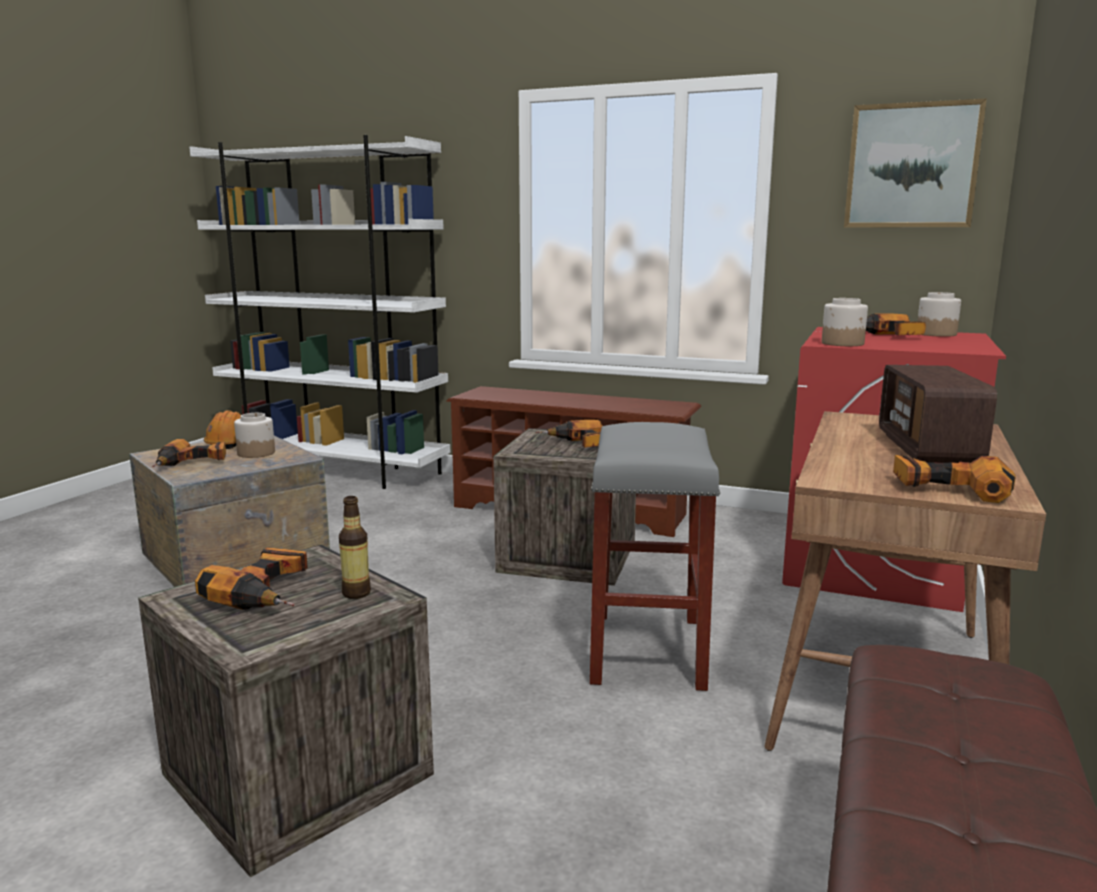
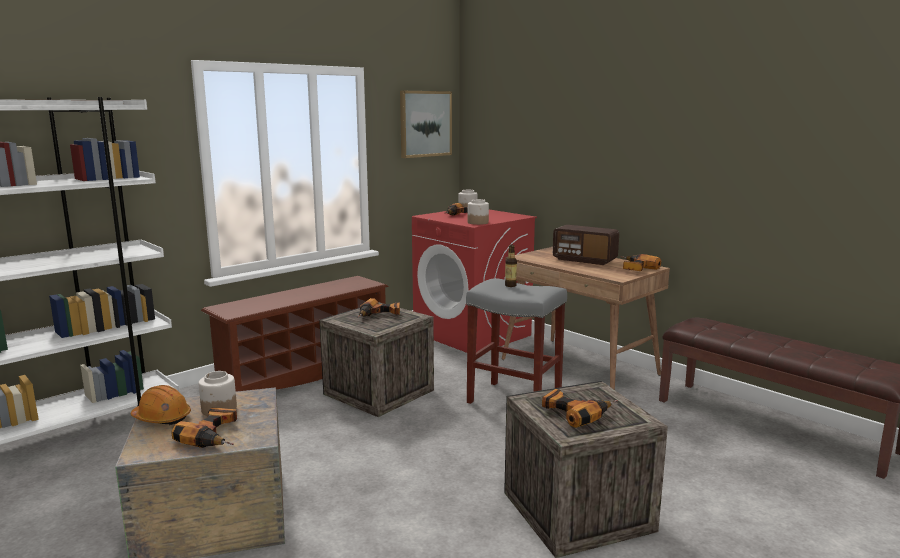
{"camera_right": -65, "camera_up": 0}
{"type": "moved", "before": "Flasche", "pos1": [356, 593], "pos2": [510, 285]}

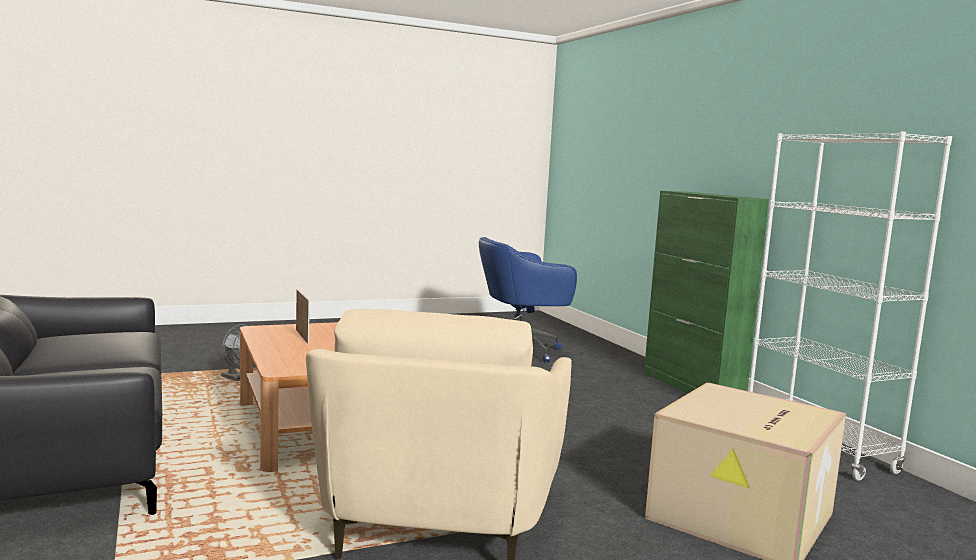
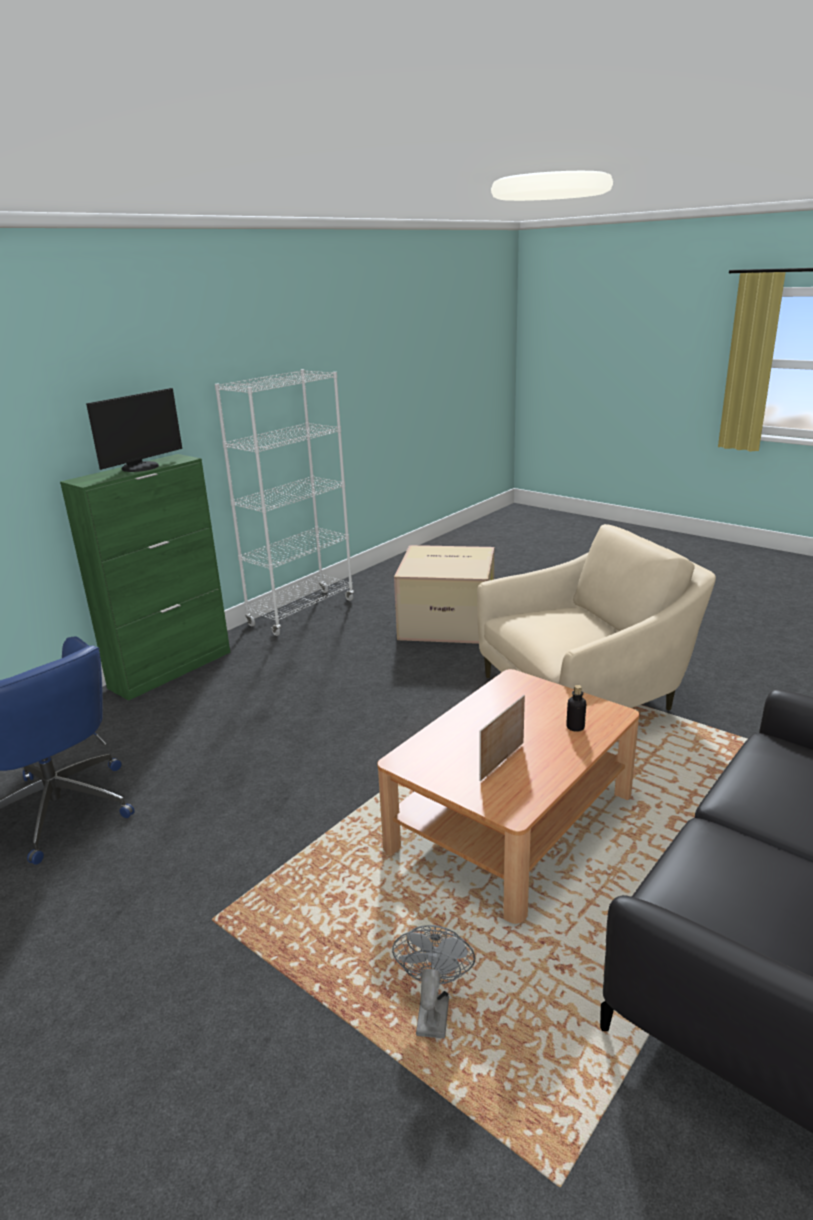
{"camera_right": -115, "camera_up": 15}
{"type": "added", "after": "Monitor", "pos2": [141, 467]}
{"type": "added", "after": "Flasche", "pos2": [575, 727]}

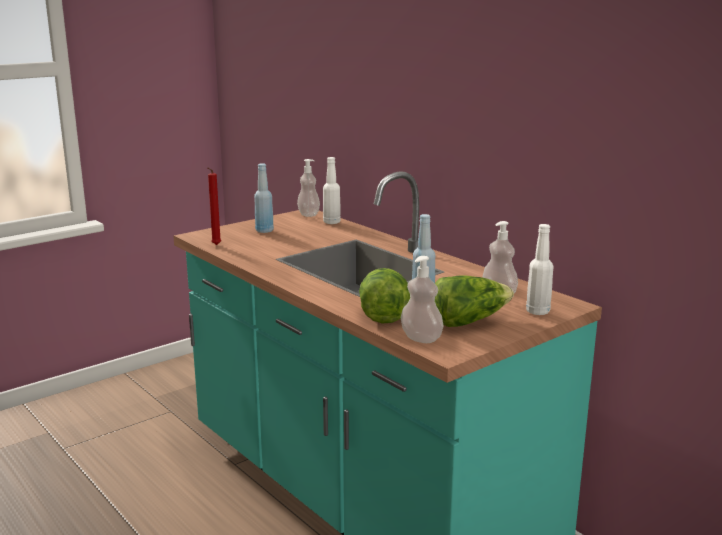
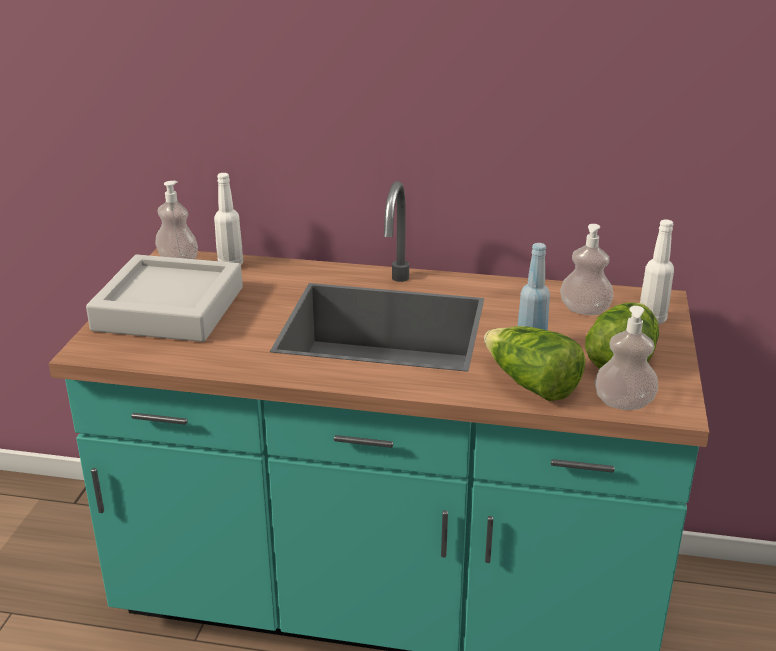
{"camera_right": -40, "camera_up": 10}
{"type": "replaced", "before": "Flasche [blau]", "after": "Tablett [grau]", "pos1": [264, 231], "pos2": [169, 309]}
{"type": "removed", "before": "Kerze [rot]", "pos1": [215, 245]}

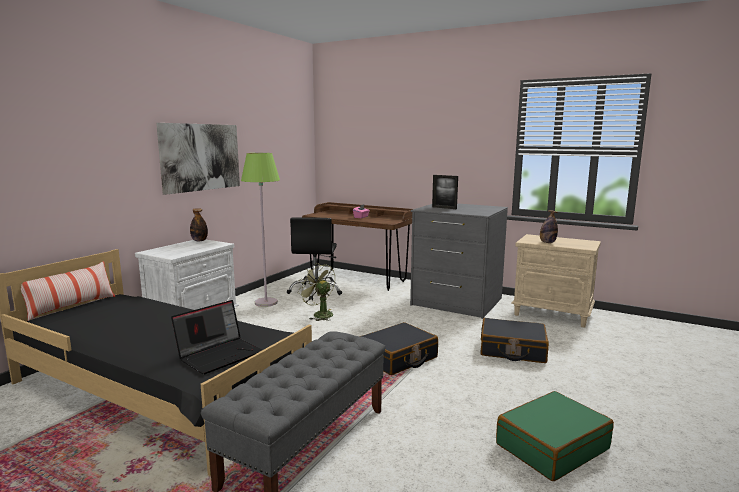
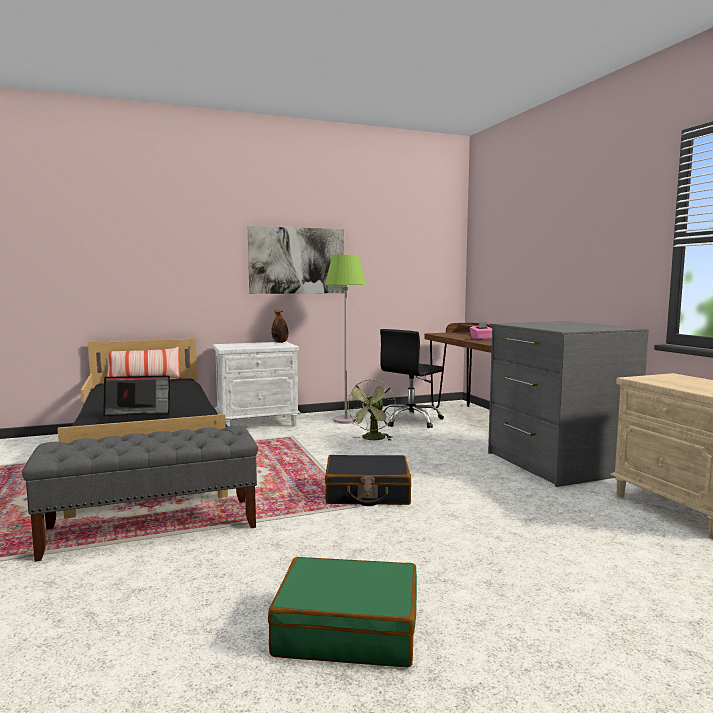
{"camera_right": 40, "camera_up": -5}
{"type": "turned", "before": "Ventilator [grün]", "pos1": [319, 314], "pos2": [372, 439], "turn": -150}
{"type": "removed", "before": "Bilderrahmen", "pos1": [444, 208]}
{"type": "removed", "before": "Koffer [schwarz]", "pos1": [512, 350]}
{"type": "removed", "before": "Flasche", "pos1": [547, 242]}

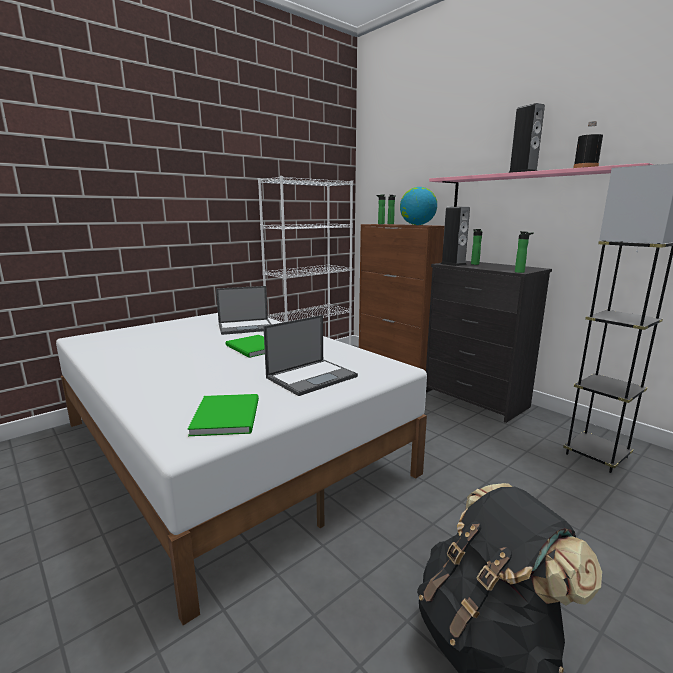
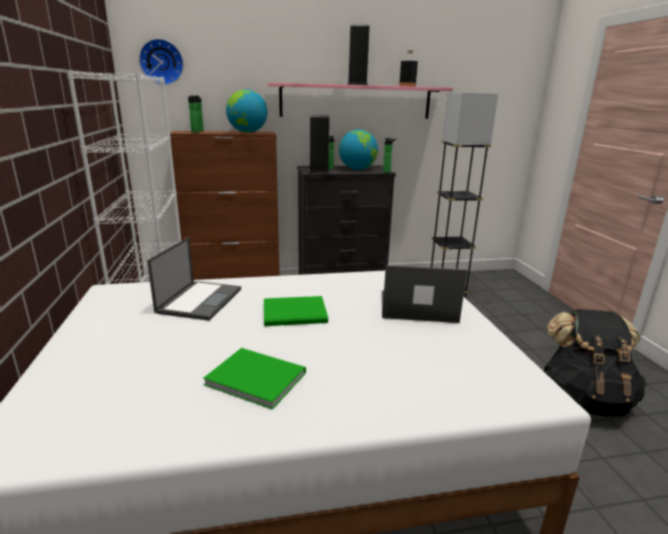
{"camera_right": -60, "camera_up": 5}
{"type": "added", "after": "Wanduhr", "pos2": [162, 62]}
{"type": "moved", "before": "Buch [grün]", "pos1": [229, 415], "pos2": [255, 377]}
{"type": "added", "after": "Globus", "pos2": [357, 169]}
{"type": "turned", "before": "Laptop", "pos1": [312, 377], "pos2": [416, 307], "turn": -75}

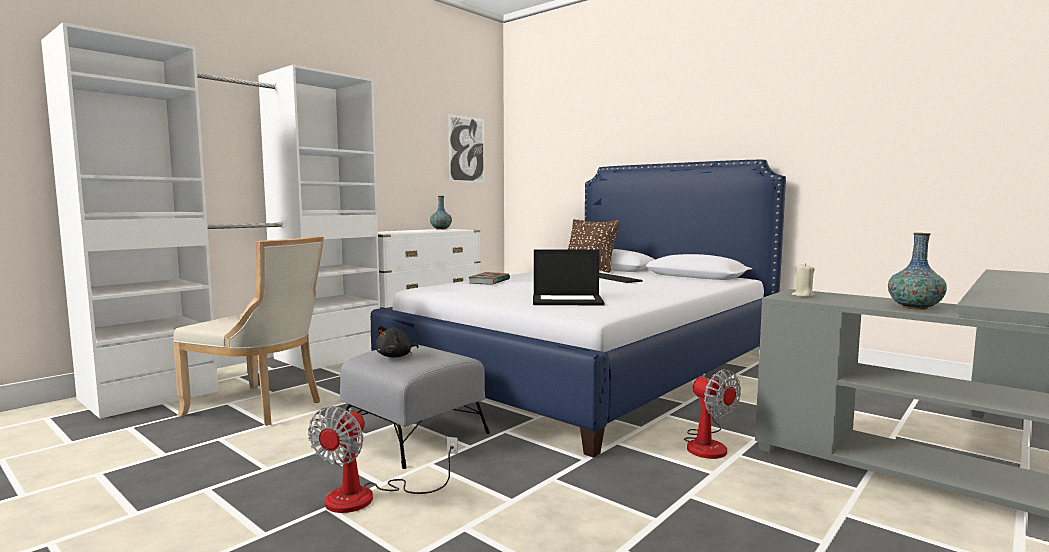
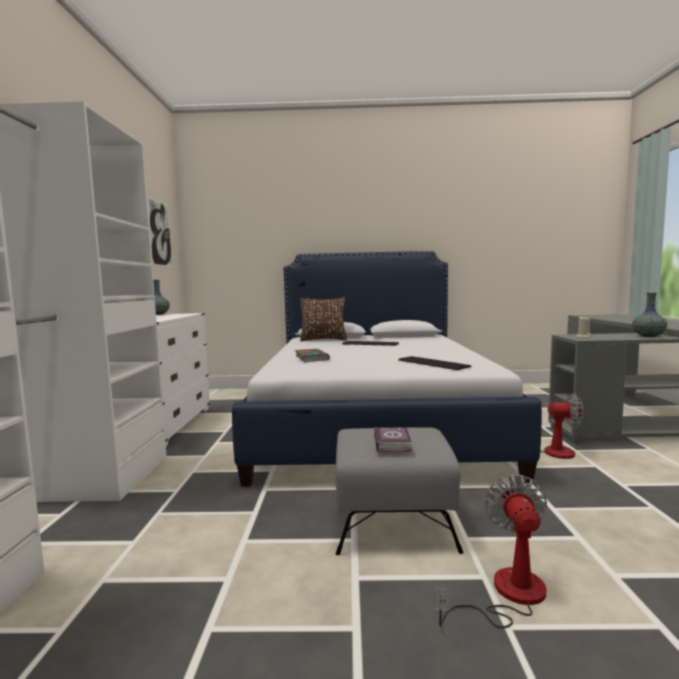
{"camera_right": -40, "camera_up": 0}
{"type": "replaced", "before": "Plüschtier [schwarz]", "after": "Buch", "pos1": [396, 356], "pos2": [392, 443]}
{"type": "replaced", "before": "Laptop", "after": "Tastatur", "pos1": [568, 300], "pos2": [433, 363]}
{"type": "turned", "before": "Ventilator", "pos1": [368, 497], "pos2": [507, 595], "turn": -150}
{"type": "removed", "before": "Stuhl [beige]", "pos1": [260, 407]}

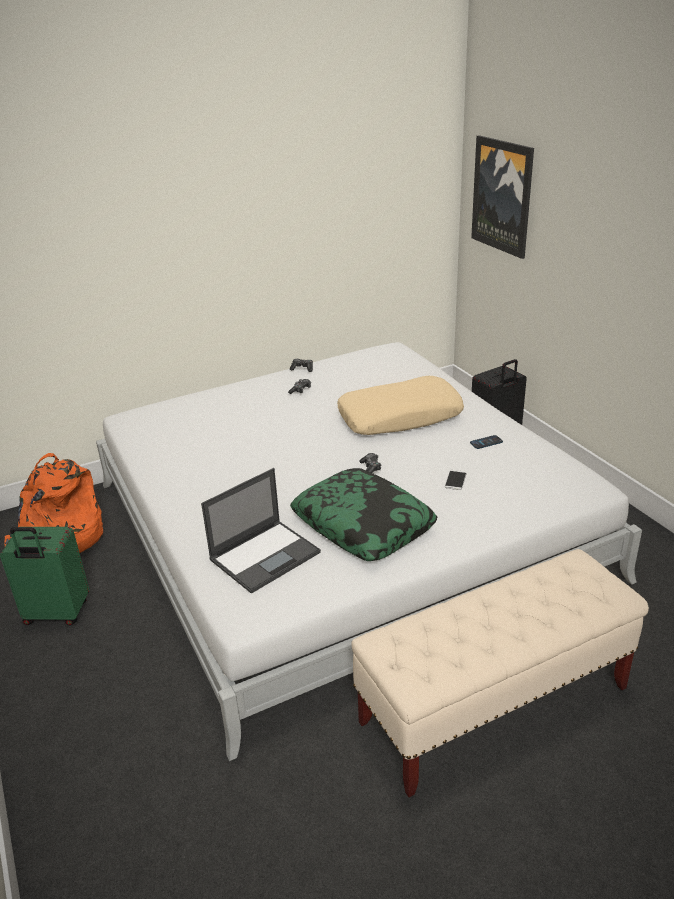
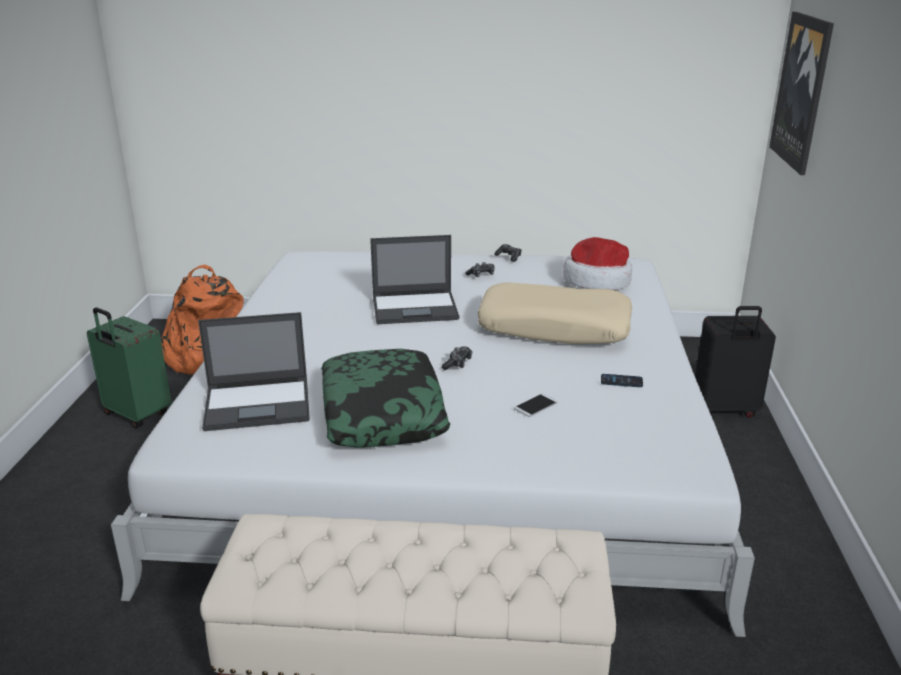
{"camera_right": 30, "camera_up": -5}
{"type": "added", "after": "Laptop", "pos2": [416, 308]}
{"type": "added", "after": "Hut", "pos2": [597, 281]}

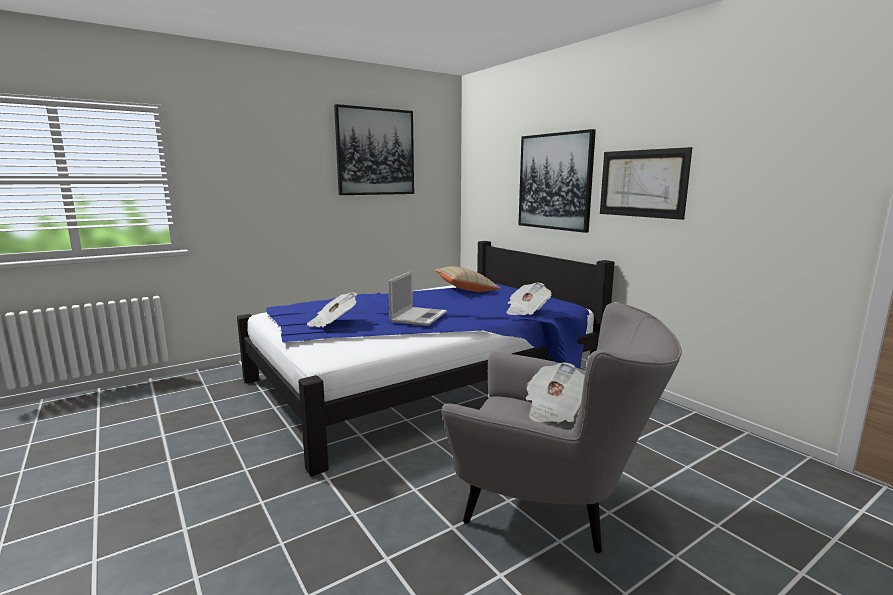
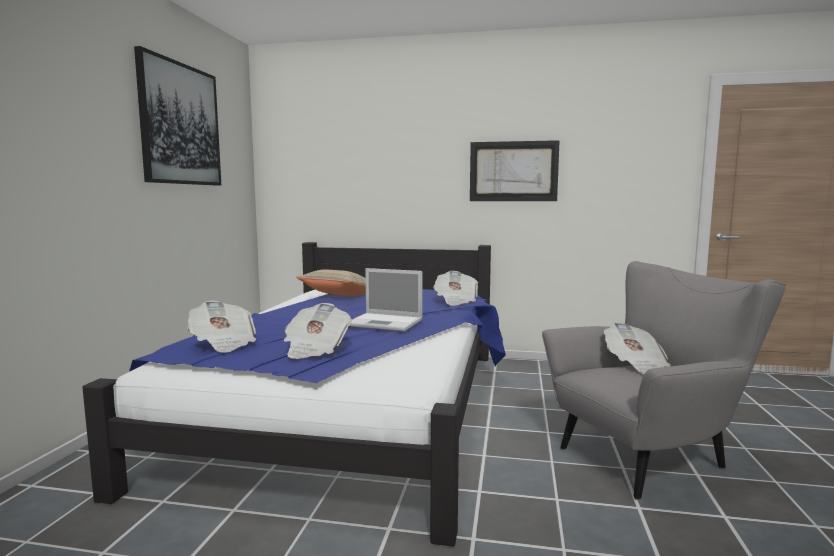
{"camera_right": -45, "camera_up": -5}
{"type": "added", "after": "Zeitung", "pos2": [223, 343]}
{"type": "turned", "before": "Laptop", "pos1": [419, 316], "pos2": [386, 322], "turn": 135}
{"type": "removed", "before": "Bild", "pos1": [554, 181]}

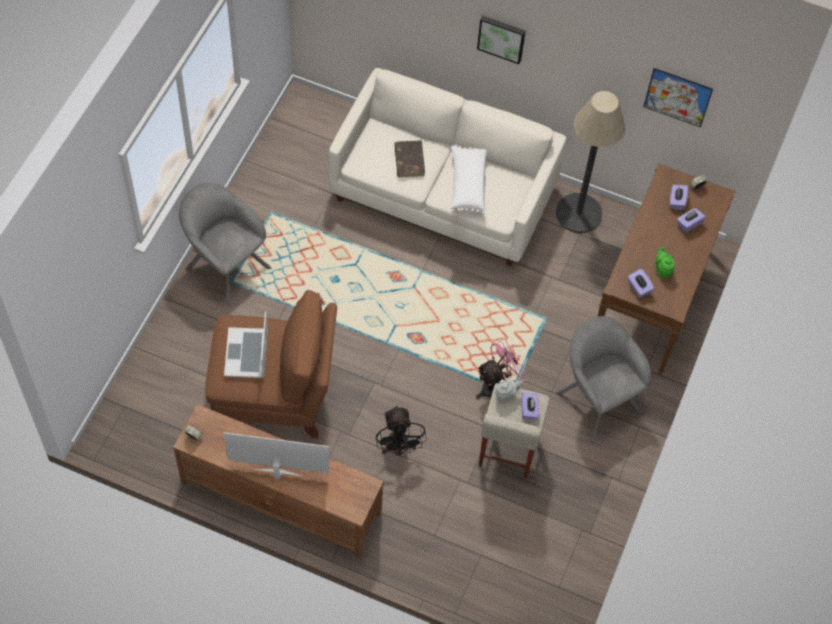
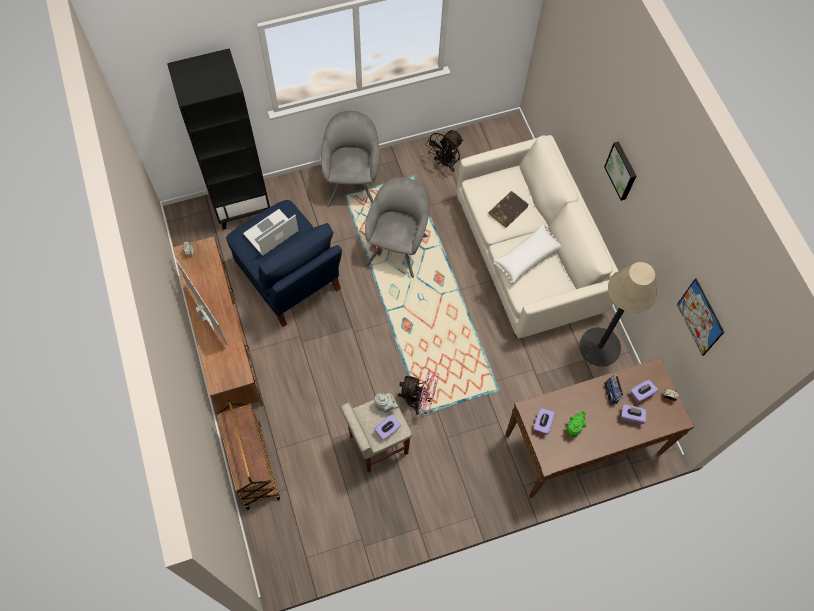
{"camera_right": 50, "camera_up": 5}
{"type": "added", "after": "Bücherregal [schwarz]", "pos2": [242, 206]}
{"type": "added", "after": "Rollwagen [braun]", "pos2": [252, 465]}
{"type": "recoloured", "before": "Sessel [braun]", "after": "Sessel [blau]", "pos1": [274, 395], "pos2": [290, 280]}
{"type": "moved", "before": "Sessel [grau]", "pos1": [596, 398], "pos2": [398, 246]}
{"type": "moved", "before": "Ventilator [schwarz]", "pos1": [398, 447], "pos2": [445, 163]}
{"type": "added", "after": "Radio", "pos2": [612, 392]}

